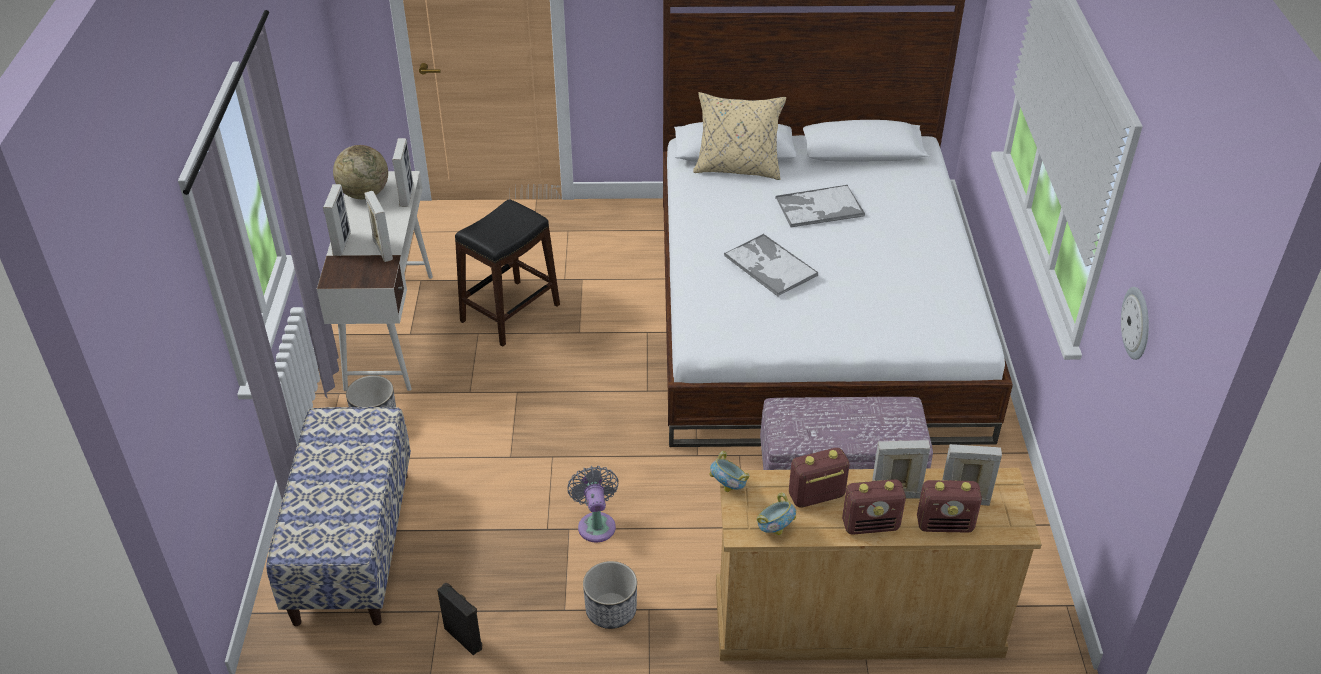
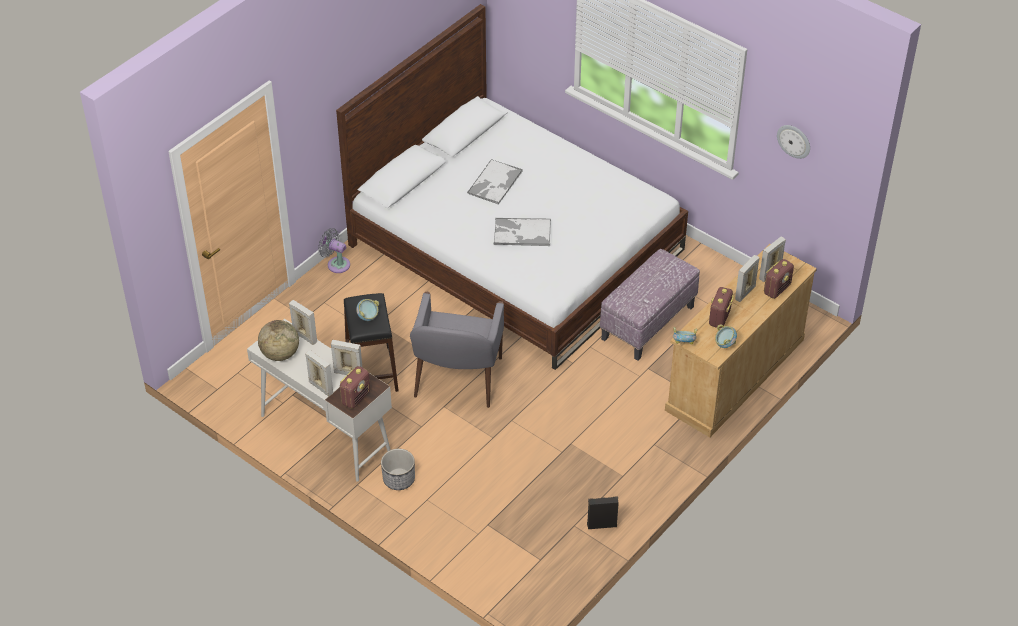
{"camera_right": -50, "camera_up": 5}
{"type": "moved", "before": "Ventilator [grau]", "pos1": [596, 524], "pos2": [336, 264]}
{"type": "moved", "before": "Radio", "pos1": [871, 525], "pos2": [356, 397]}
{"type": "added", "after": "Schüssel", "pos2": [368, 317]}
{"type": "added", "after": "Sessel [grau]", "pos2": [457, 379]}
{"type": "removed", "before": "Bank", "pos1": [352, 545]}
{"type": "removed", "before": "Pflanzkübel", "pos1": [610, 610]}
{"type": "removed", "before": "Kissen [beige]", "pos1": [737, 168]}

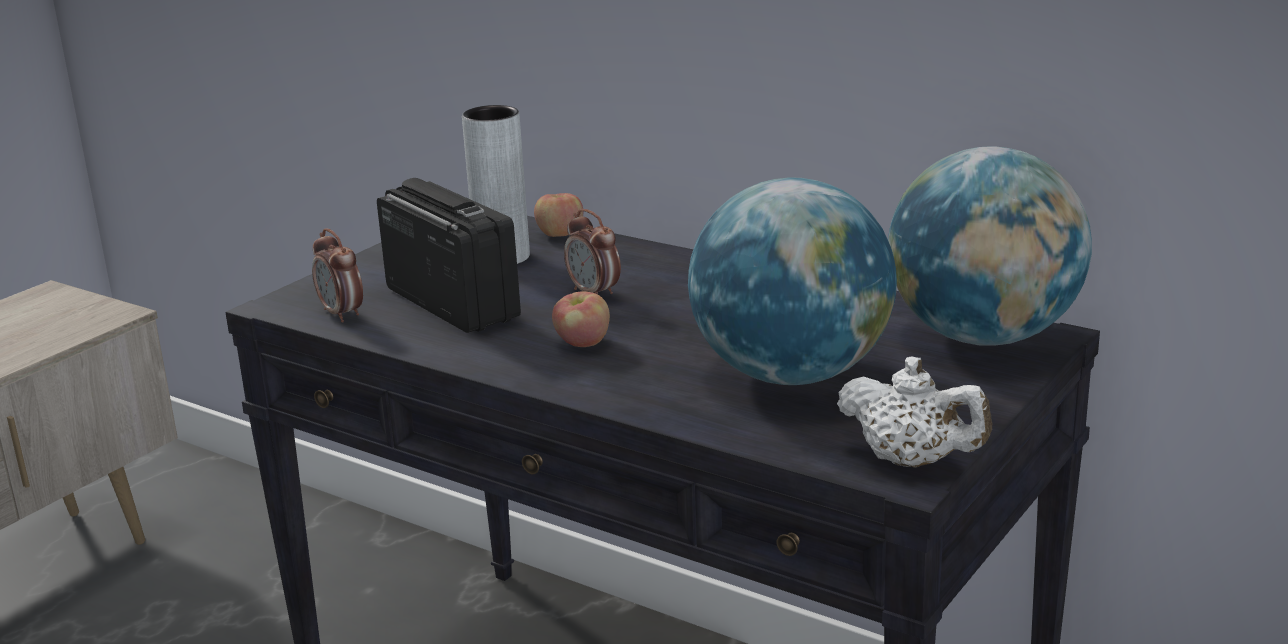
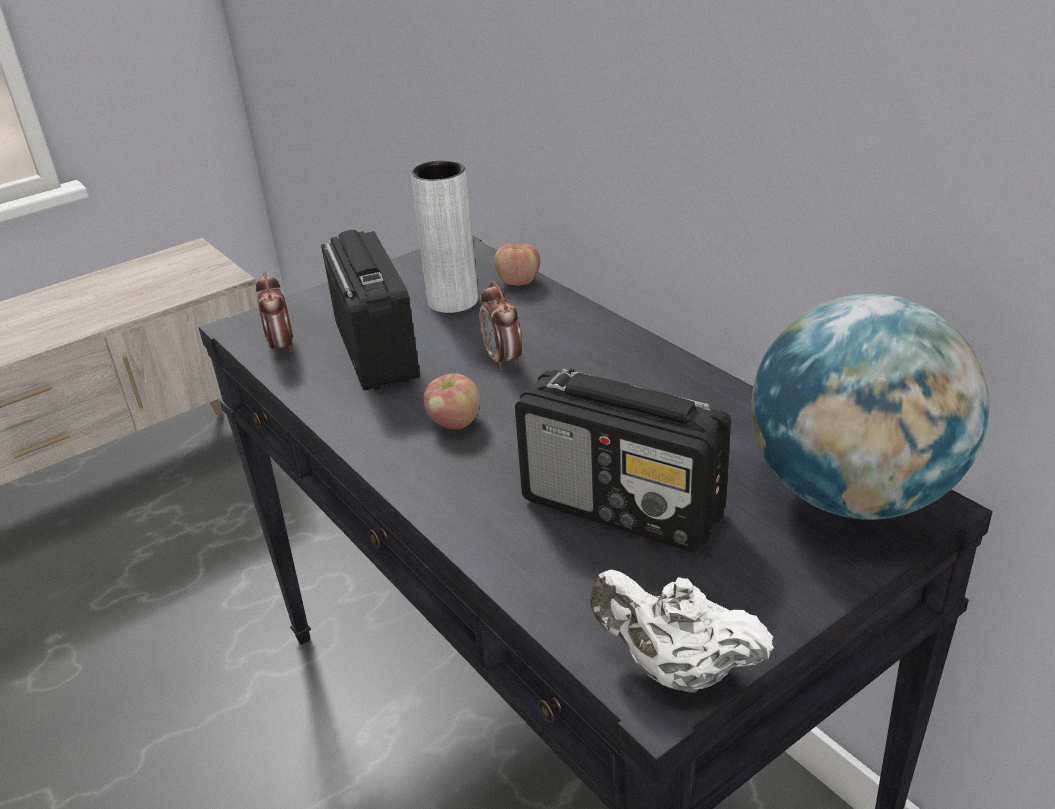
{"camera_right": 20, "camera_up": 10}
{"type": "replaced", "before": "Globus", "after": "Radio", "pos1": [792, 374], "pos2": [624, 508]}
{"type": "turned", "before": "Teekanne [weiß]", "pos1": [912, 461], "pos2": [677, 670], "turn": 150}

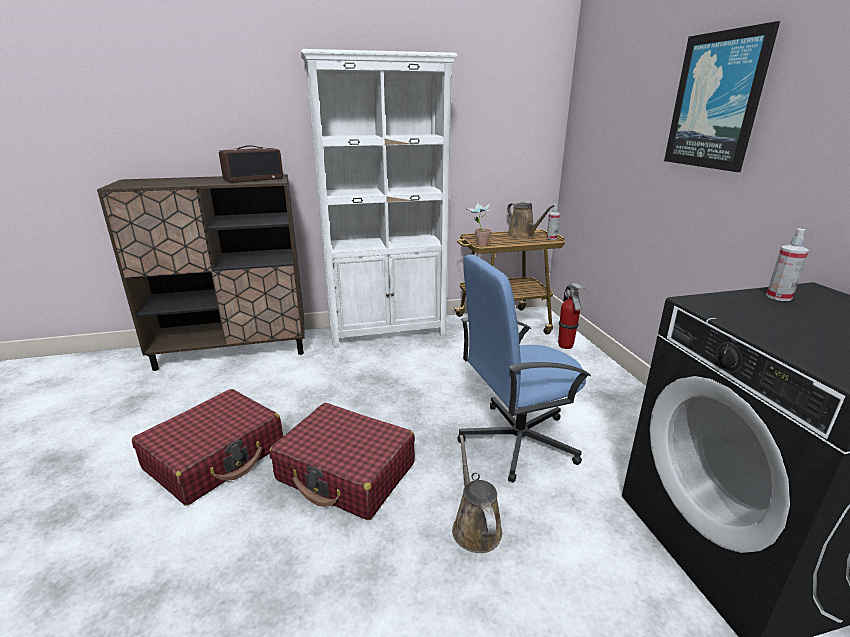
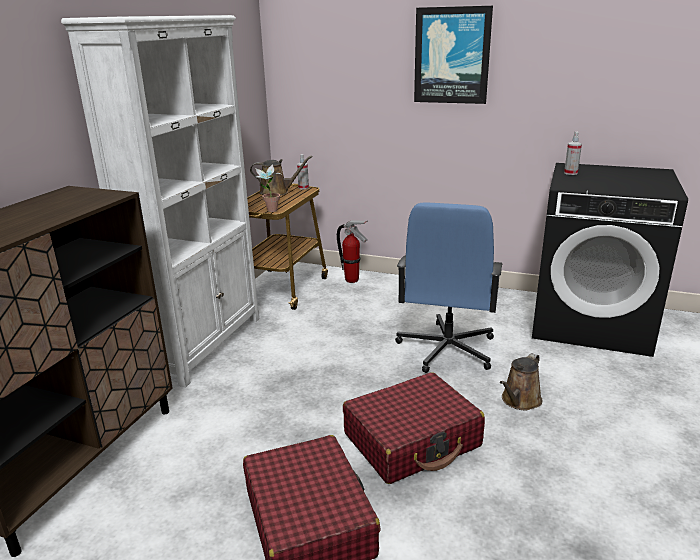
{"camera_right": -55, "camera_up": 0}
{"type": "turned", "before": "Gießkanne [braun]", "pos1": [475, 526], "pos2": [519, 401], "turn": -75}
{"type": "removed", "before": "Radio", "pos1": [254, 179]}

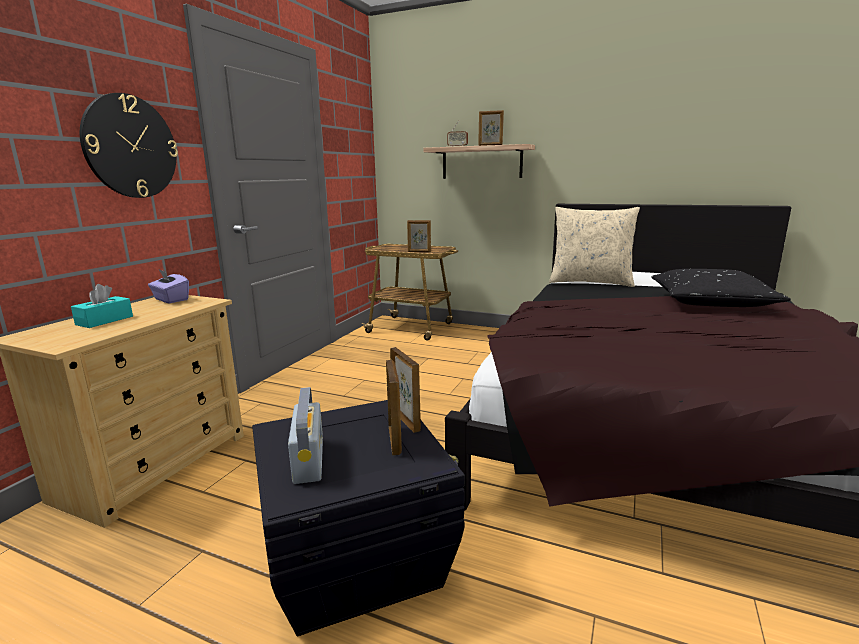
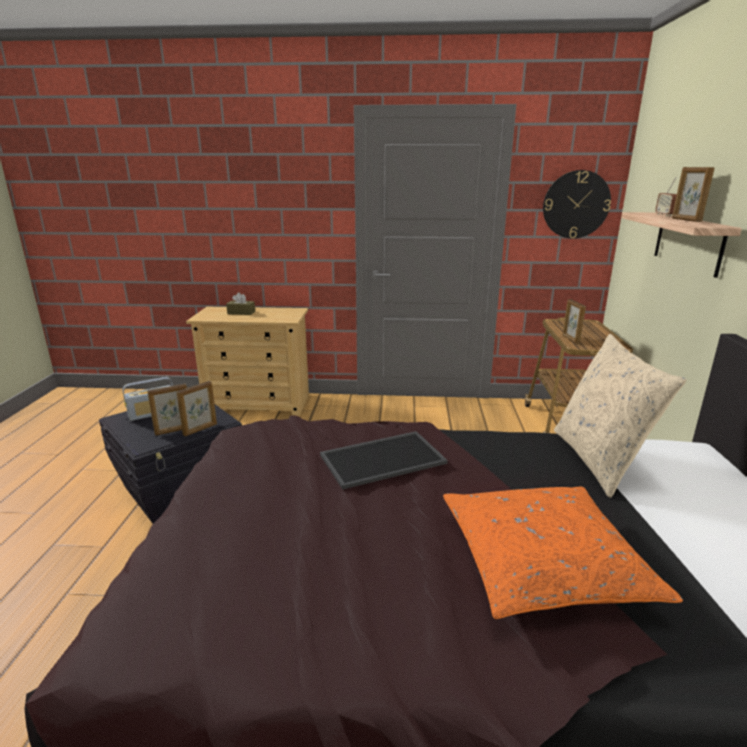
{"camera_right": 70, "camera_up": 5}
{"type": "recoloured", "before": "Taschentuchbox [türkis]", "after": "Taschentuchbox [braun]", "pos1": [104, 320], "pos2": [241, 312]}
{"type": "added", "after": "Tablett", "pos2": [383, 458]}
{"type": "recoloured", "before": "Kissen [schwarz]", "after": "Kissen [orange]", "pos1": [710, 302], "pos2": [542, 562]}
{"type": "moved", "before": "Wanduhr", "pos1": [130, 147], "pos2": [576, 204]}
{"type": "removed", "before": "Taschentuchbox [lila]", "pos1": [170, 299]}

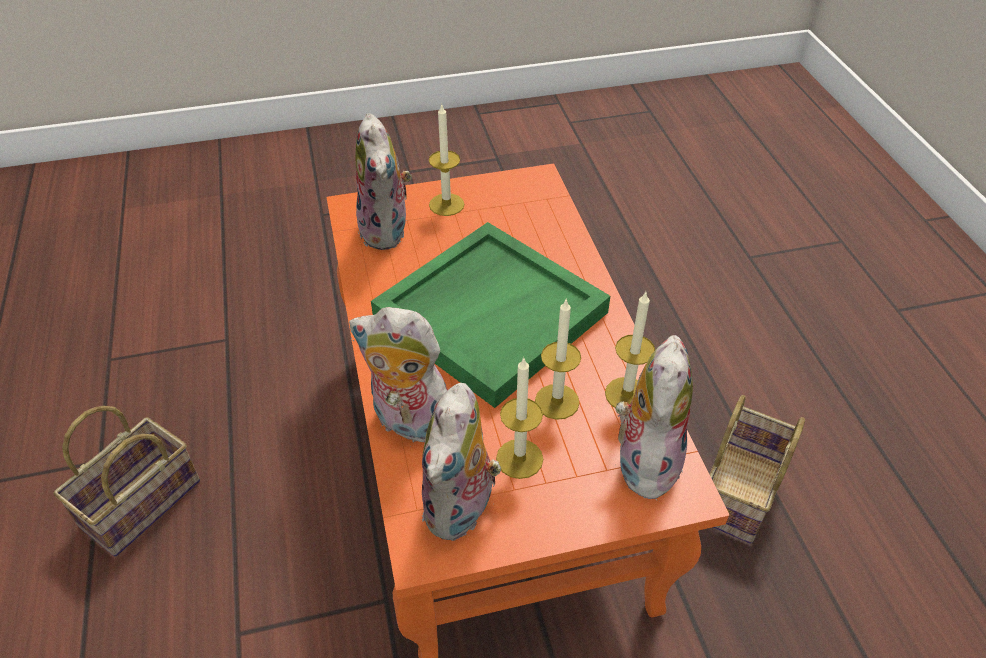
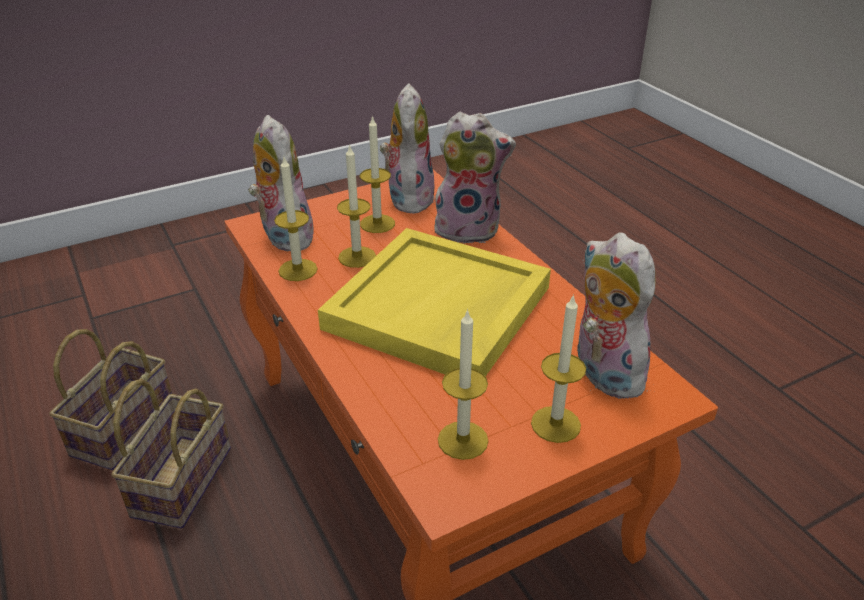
{"camera_right": 165, "camera_up": -10}
{"type": "moved", "before": "Korb", "pos1": [140, 507], "pos2": [123, 426]}
{"type": "turned", "before": "Plüschtier", "pos1": [644, 459], "pos2": [283, 236], "turn": 150}
{"type": "recoloured", "before": "Tablett [grün]", "after": "Tablett [gelb]", "pos1": [490, 313], "pos2": [439, 309]}
{"type": "added", "after": "Kerze", "pos2": [463, 440]}

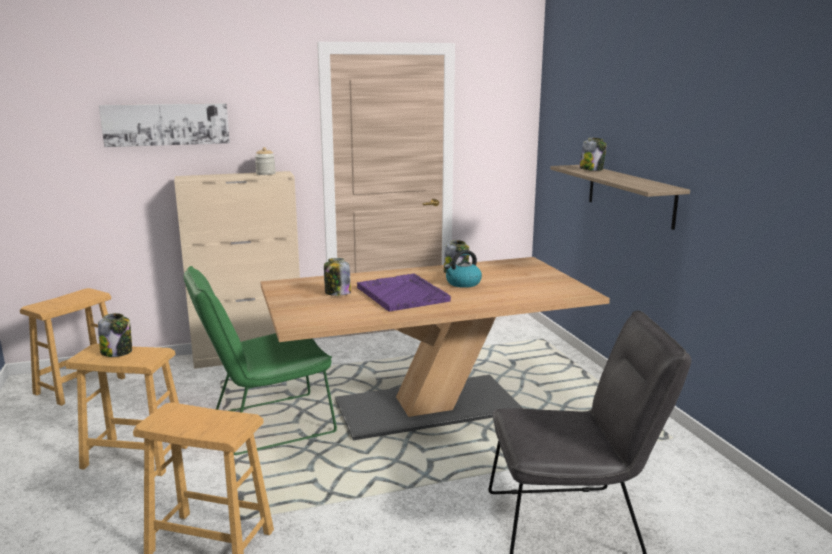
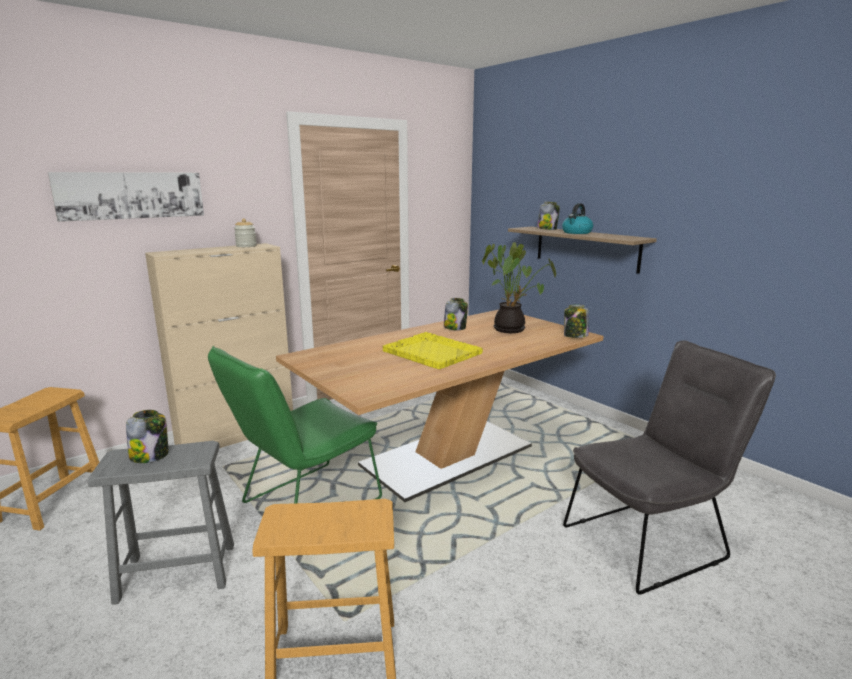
{"camera_right": -20, "camera_up": 0}
{"type": "recoloured", "before": "Hocker [braun]", "after": "Hocker [grau]", "pos1": [136, 456], "pos2": [177, 572]}
{"type": "recoloured", "before": "Tablett [lila]", "after": "Tablett [gelb]", "pos1": [402, 294], "pos2": [431, 352]}
{"type": "added", "after": "Topfpflanze", "pos2": [511, 329]}
{"type": "moved", "before": "Wasserkessel", "pos1": [463, 283], "pos2": [576, 232]}
{"type": "moved", "before": "Vorratsglas", "pos1": [337, 293], "pos2": [575, 336]}

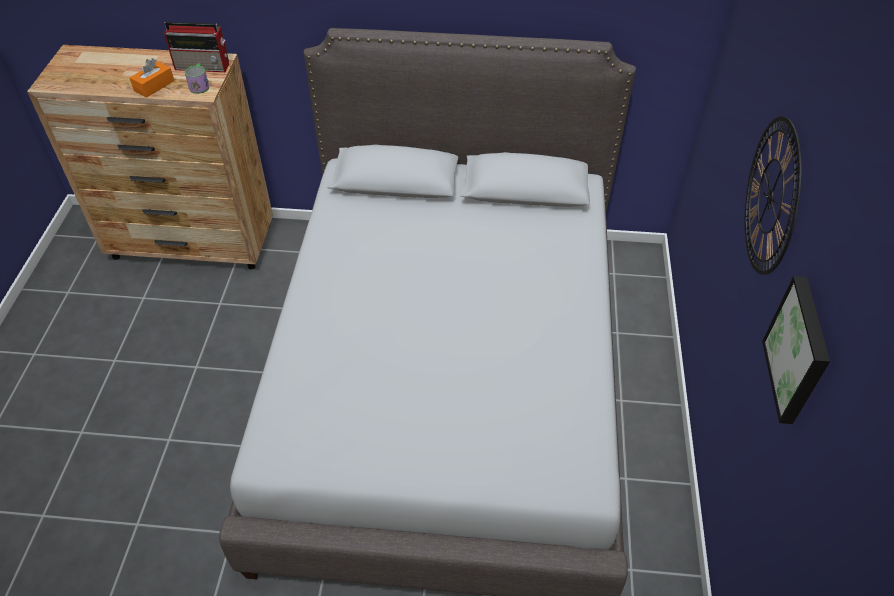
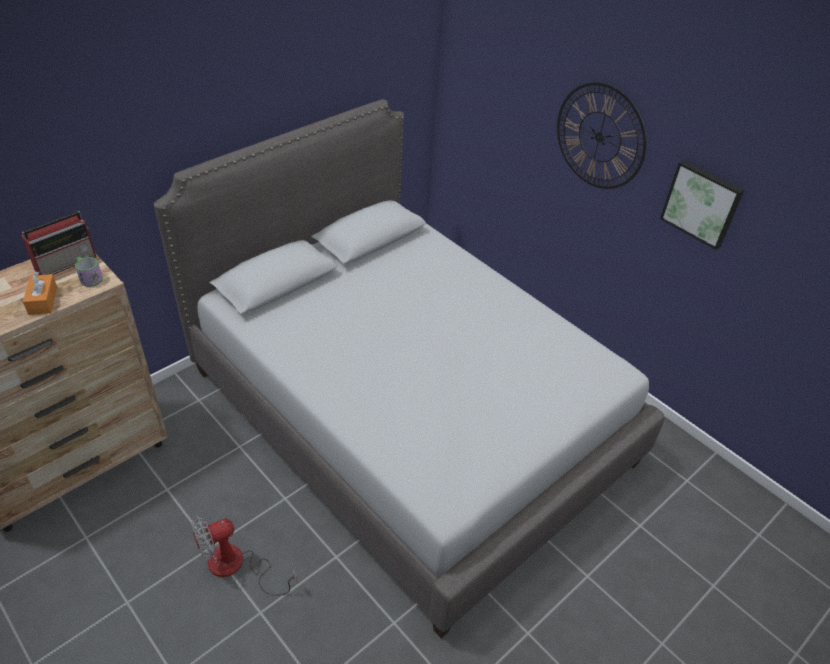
{"camera_right": -50, "camera_up": -5}
{"type": "added", "after": "Ventilator", "pos2": [237, 566]}

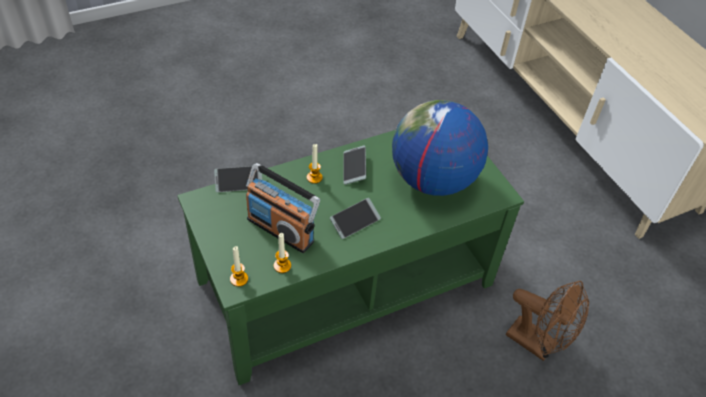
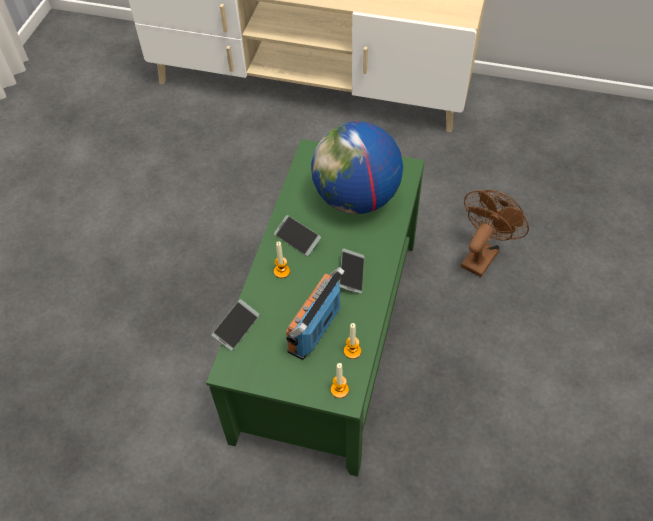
{"camera_right": -45, "camera_up": 5}
{"type": "turned", "before": "Radio", "pos1": [281, 229], "pos2": [315, 329], "turn": 135}
{"type": "turned", "before": "Ventilator [braun]", "pos1": [538, 344], "pos2": [482, 254], "turn": -45}

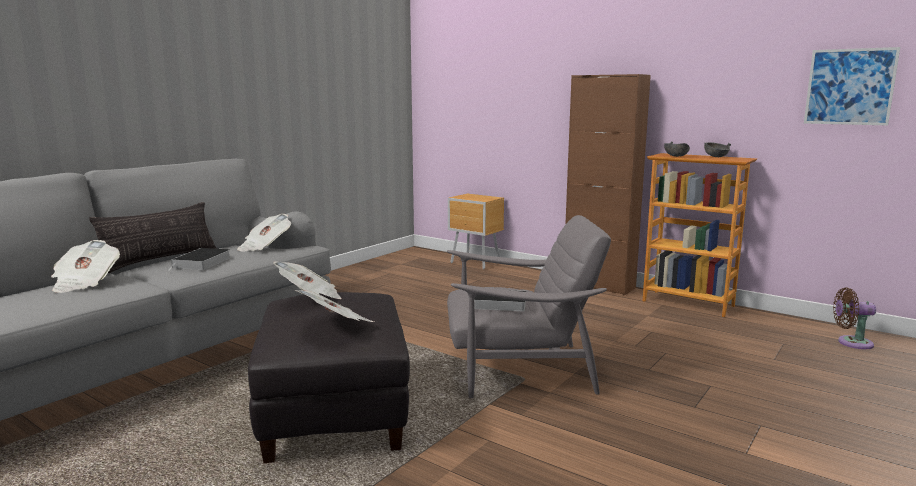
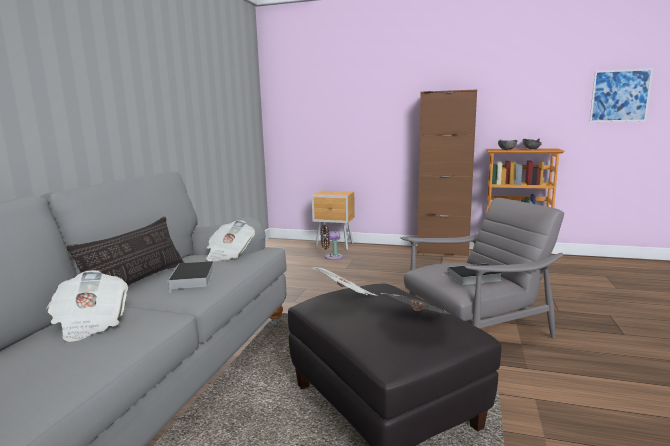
{"camera_right": -20, "camera_up": 0}
{"type": "moved", "before": "Ventilator [braun]", "pos1": [851, 342], "pos2": [331, 257]}

